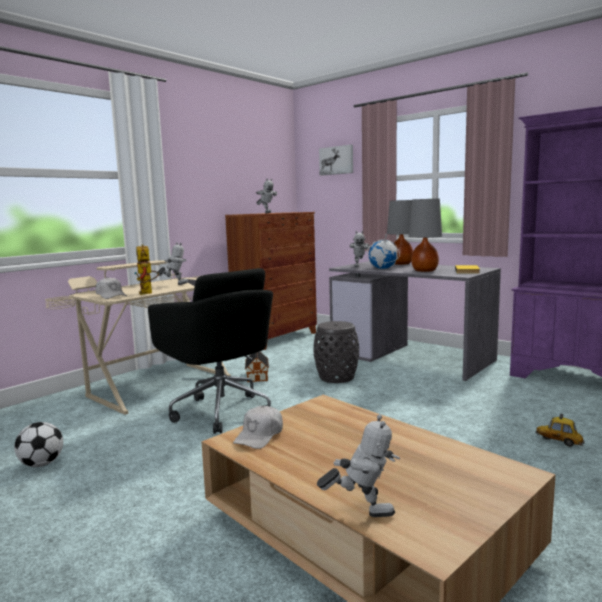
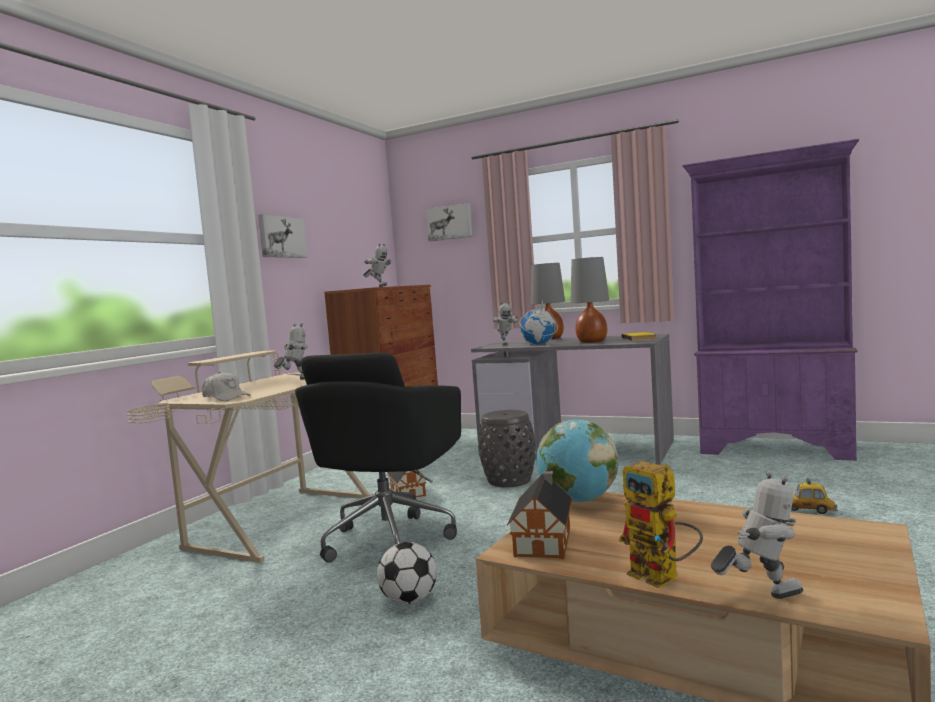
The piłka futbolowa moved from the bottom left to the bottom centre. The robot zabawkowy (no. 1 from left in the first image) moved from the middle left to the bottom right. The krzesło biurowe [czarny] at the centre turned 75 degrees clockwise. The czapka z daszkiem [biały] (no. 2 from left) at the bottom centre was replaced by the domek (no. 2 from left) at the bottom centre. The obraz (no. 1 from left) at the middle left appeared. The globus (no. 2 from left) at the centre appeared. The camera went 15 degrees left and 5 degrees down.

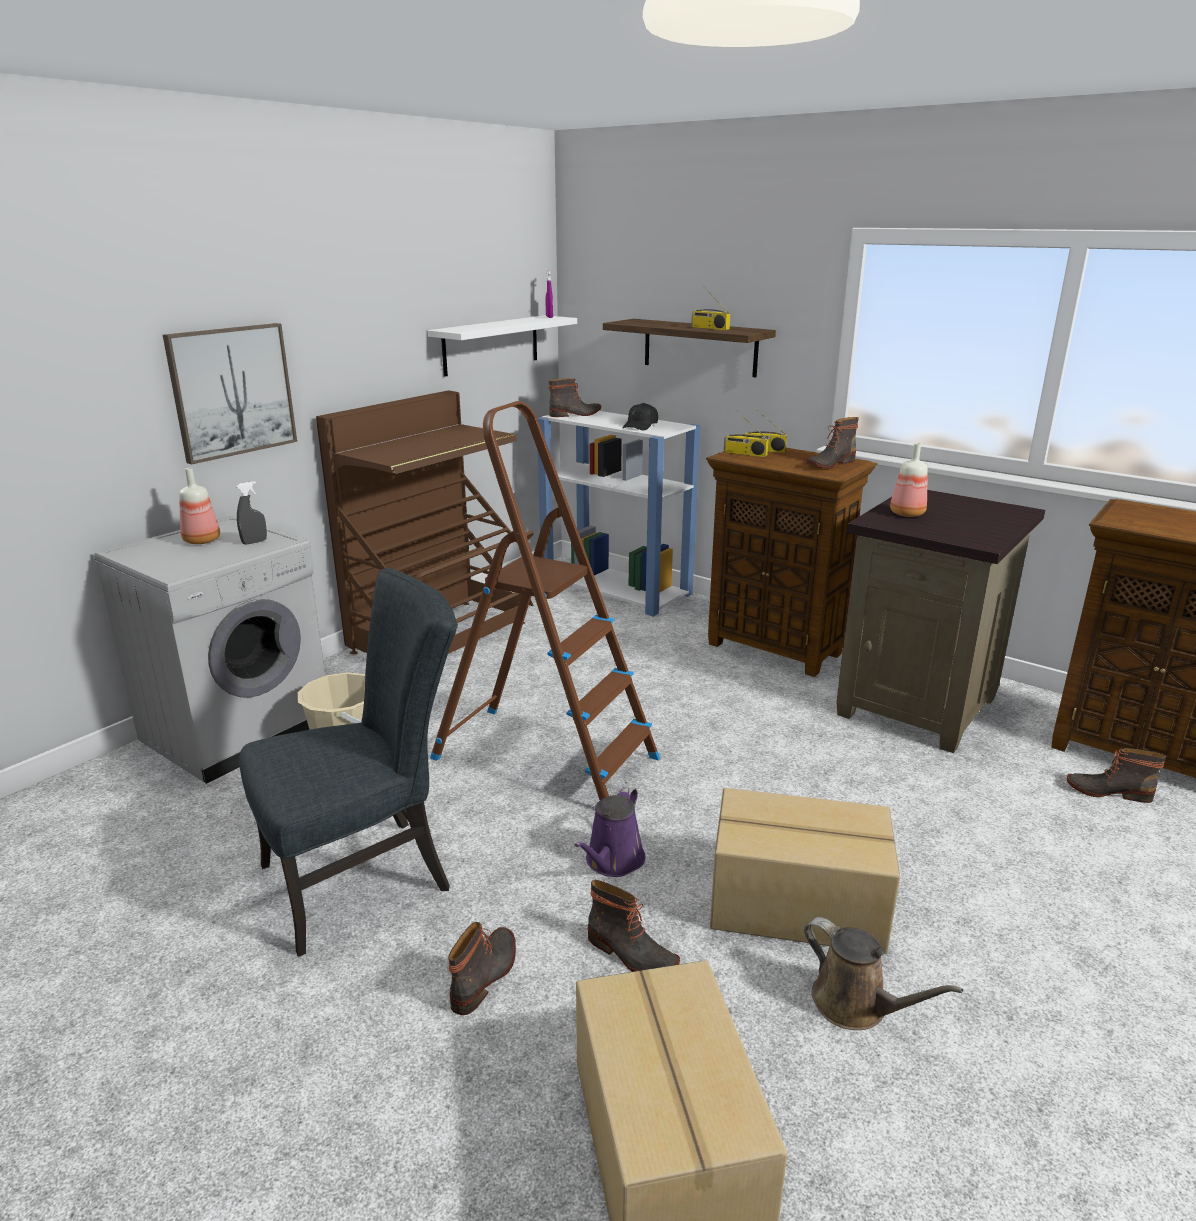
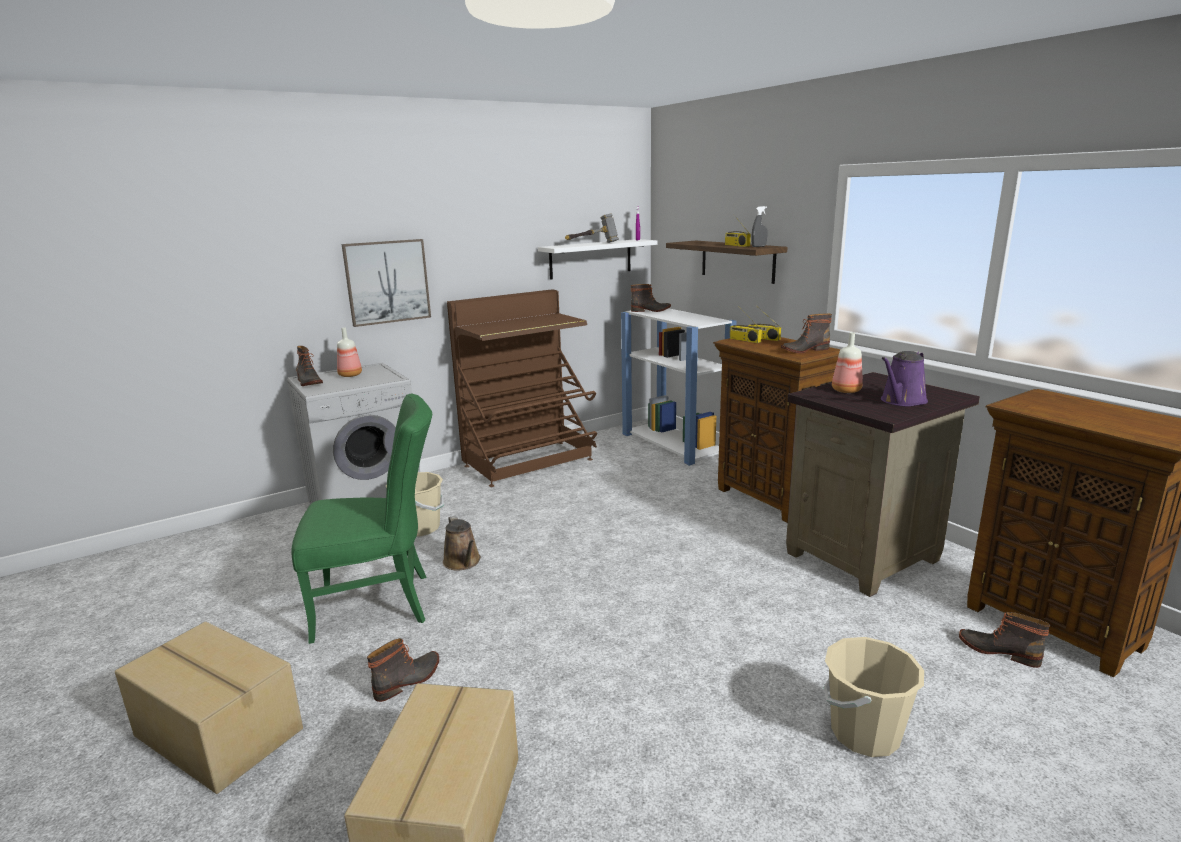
The spryskiwacz [szary] moved from the middle left to the top centre. The krzesło [szary] at the middle left became the krzesło [zielony] at the middle left. The drabinka [brązowy] at the centre disappeared. The konewka [fioletowy] moved from the bottom centre to the middle right. The but z cholewką (no. 3 from left in the first image) moved from the bottom centre to the middle left. The czapka z daszkiem [czarny] at the centre disappeared. The karton (no. 2 from left in the first image) moved from the bottom right to the bottom left. The konewka [brązowy] moved from the bottom right to the centre. The młotek at the top centre appeared. The wiadro [beżowy] (no. 2 from left) at the bottom right appeared. The camera went 20 degrees right and 5 degrees down.

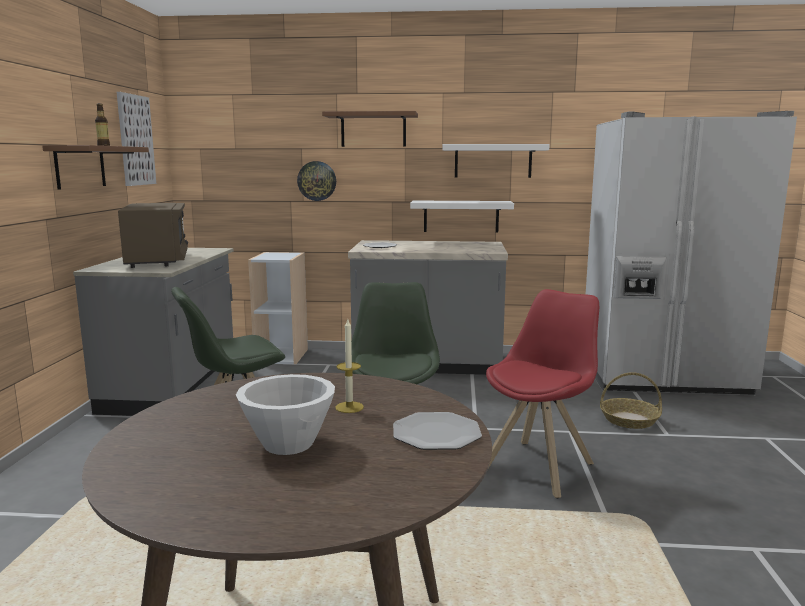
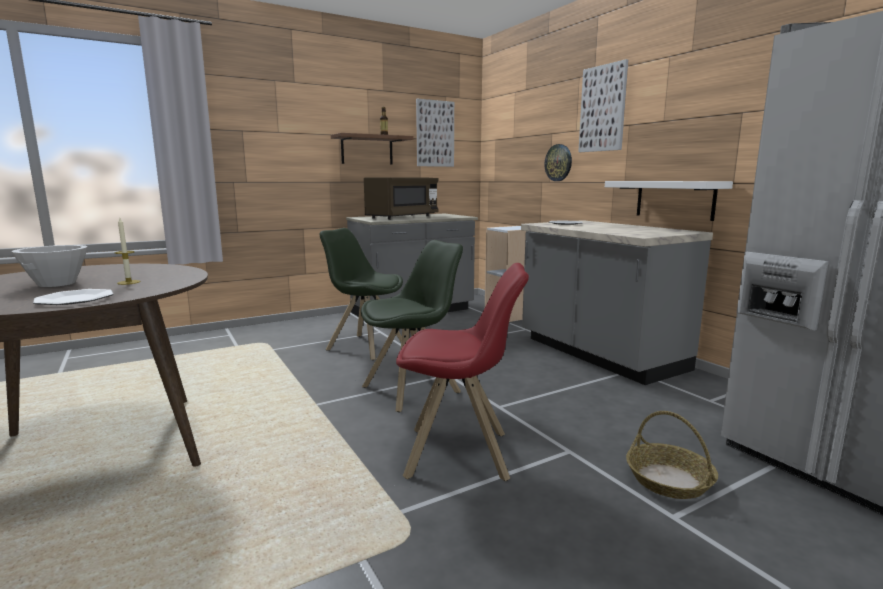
The półka [brązowy] (no. 2 from left) at the top centre was replaced by the obraz (no. 2 from left) at the top right. The półka [biały] (no. 2 from left) at the top centre disappeared. The camera went 55 degrees right and 0 degrees up.

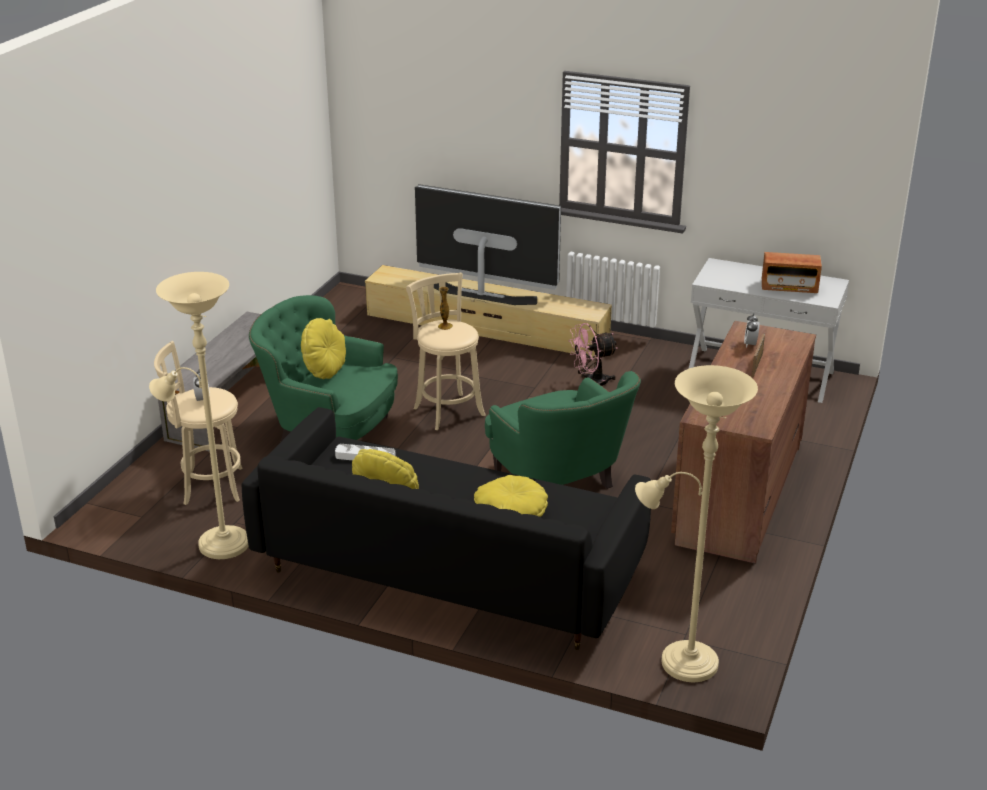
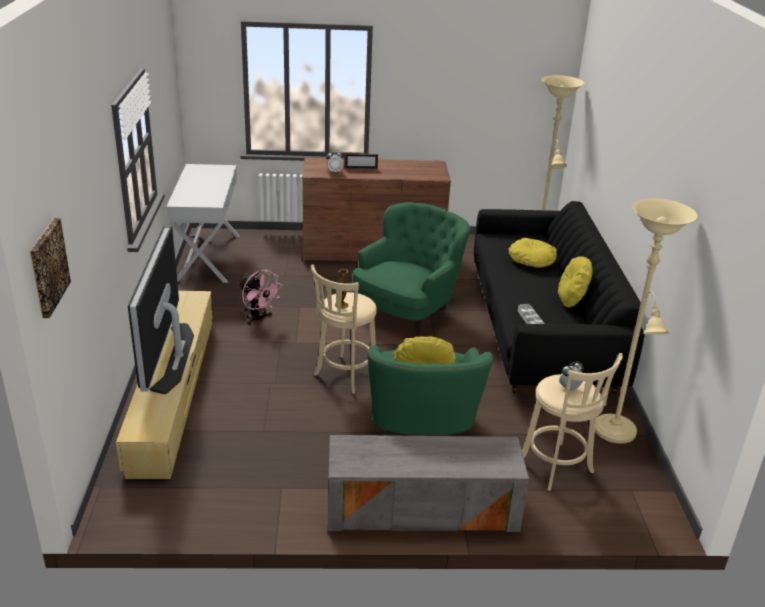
The radio at the middle right disappeared. The obraz at the middle left appeared. The camera went 115 degrees left and 0 degrees up.

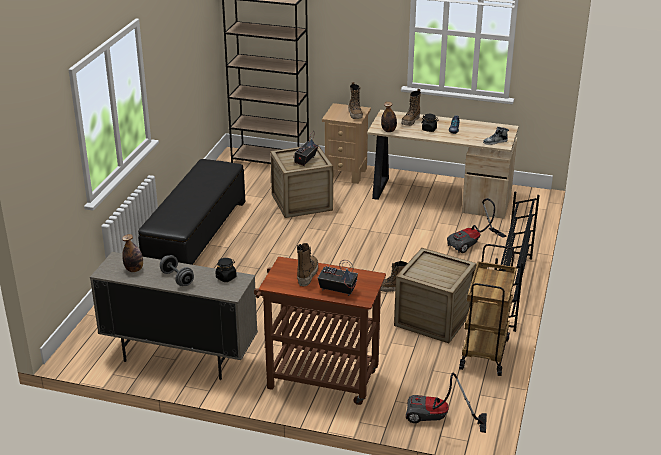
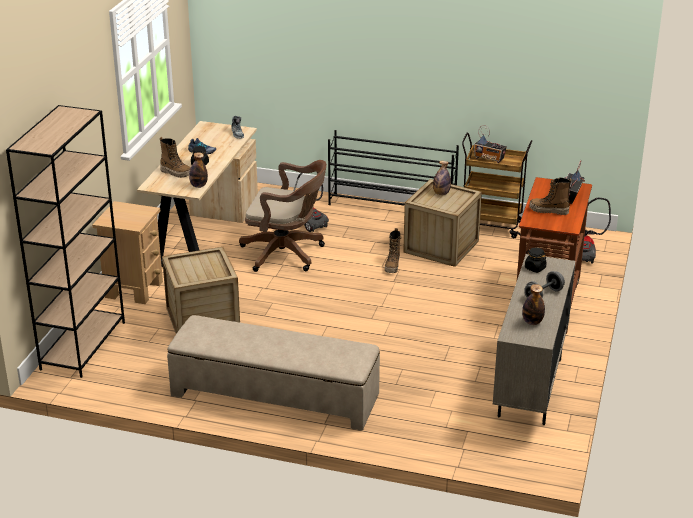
The ławka [czarny] at the middle left became the ławka [beżowy] at the bottom centre. The radio (no. 1 from left) moved from the top centre to the top right. The but z cholewką (no. 2 from left) at the top centre disappeared. The krzesło biurowe [brązowy] at the centre appeared. The butelka (no. 2 from left) at the centre appeared. The camera went 90 degrees left and 0 degrees up.

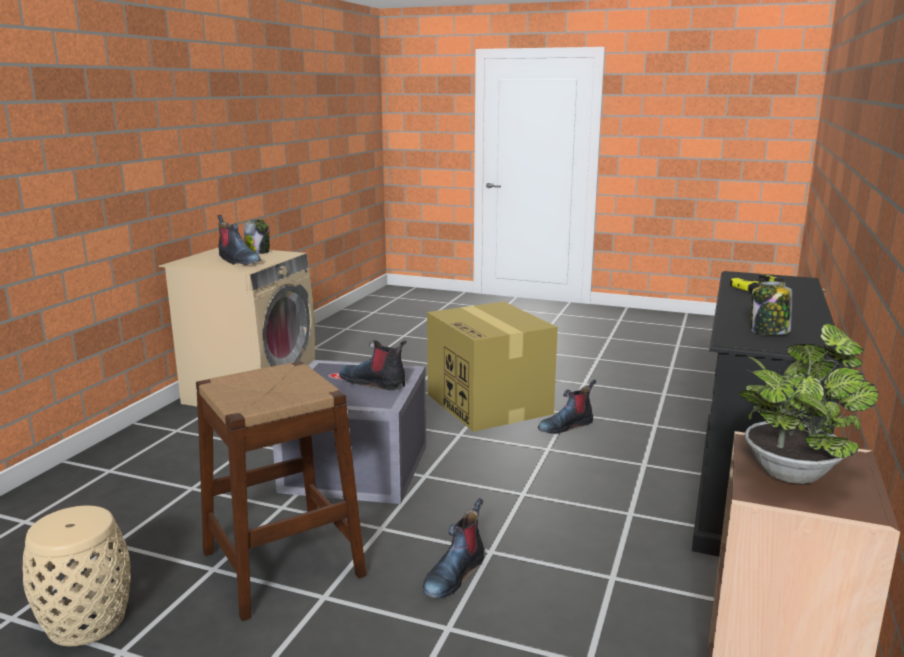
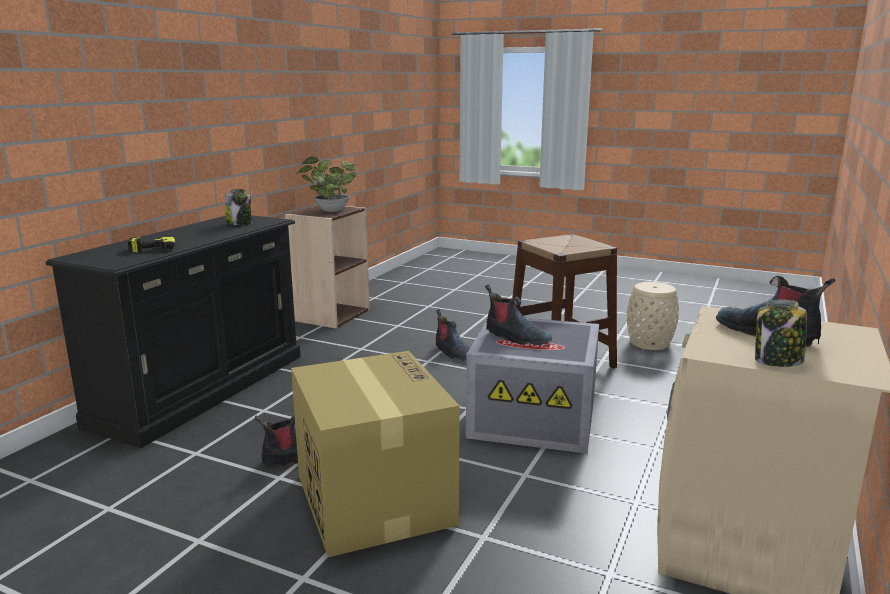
The but z cholewką (no. 3 from left in the first image) at the bottom centre turned 105 degrees clockwise. The camera went 175 degrees left and 0 degrees up.

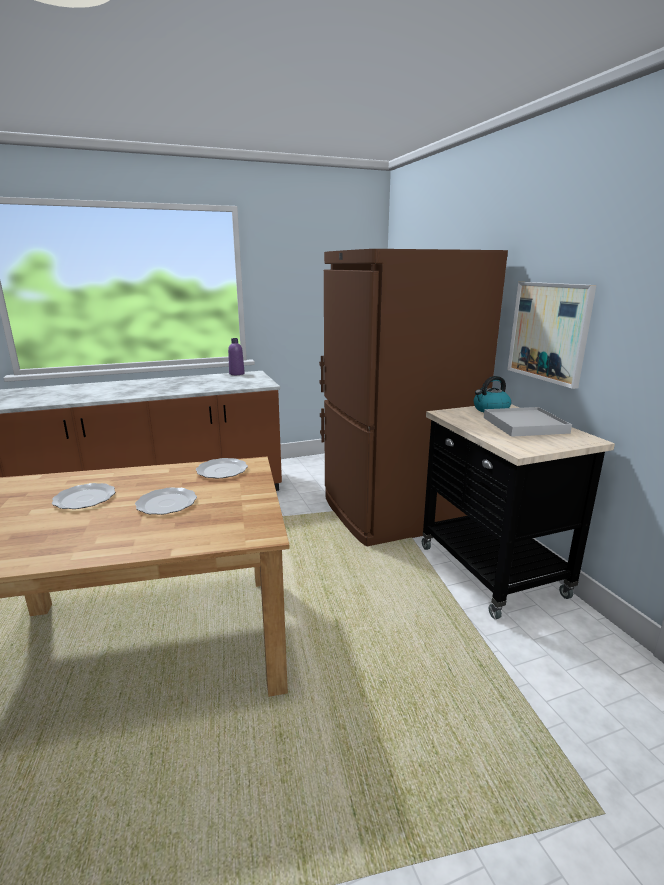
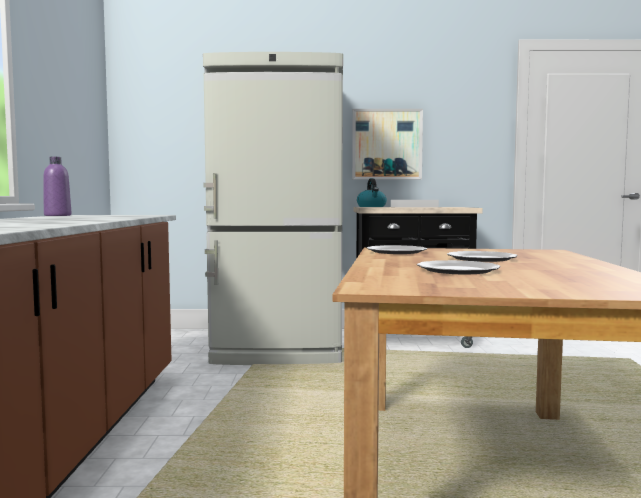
The lodówka [brązowy] at the centre became the lodówka [biały] at the centre. The camera went 70 degrees left and 15 degrees down.

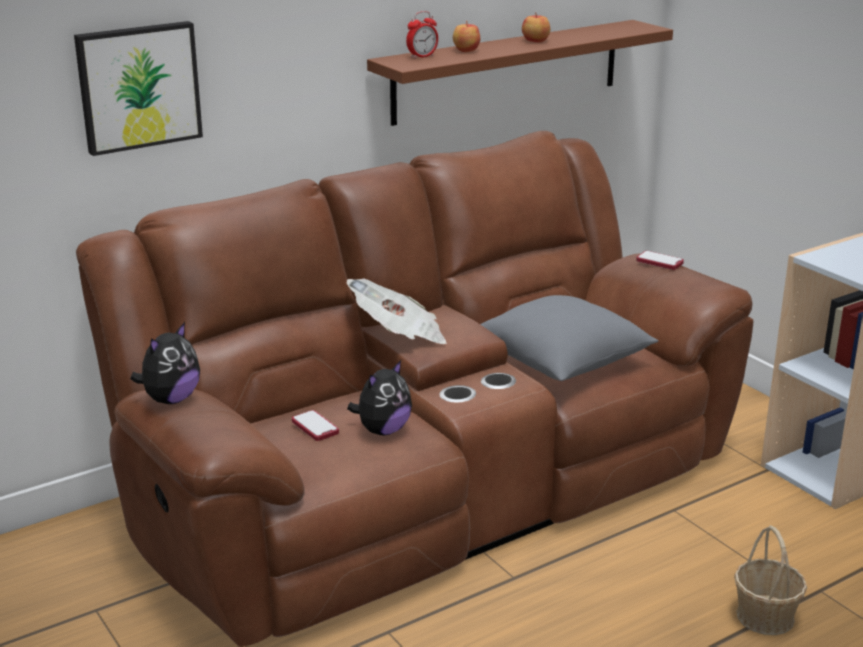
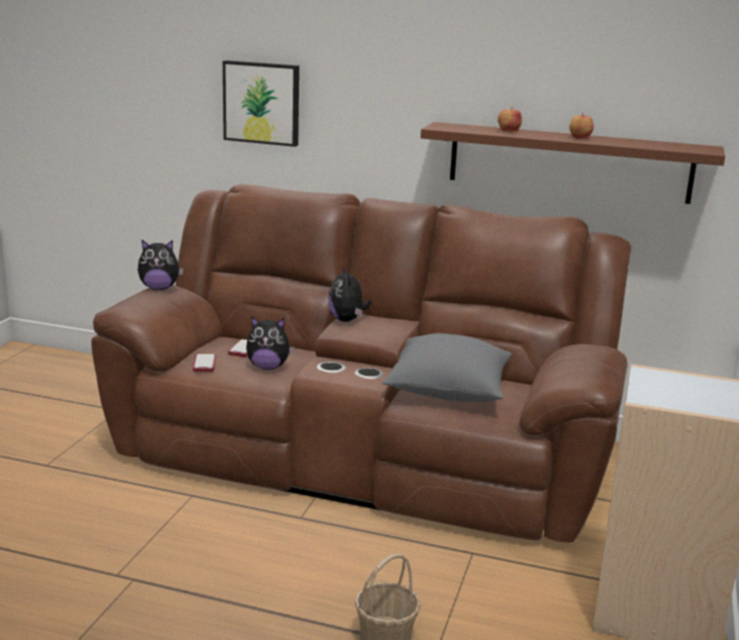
The gazeta at the centre was replaced by the pluszak (no. 3 from left) at the centre. The budzik at the top centre disappeared. The telefon (no. 2 from left in the first image) moved from the middle right to the middle left. The camera went 50 degrees right and 5 degrees down.

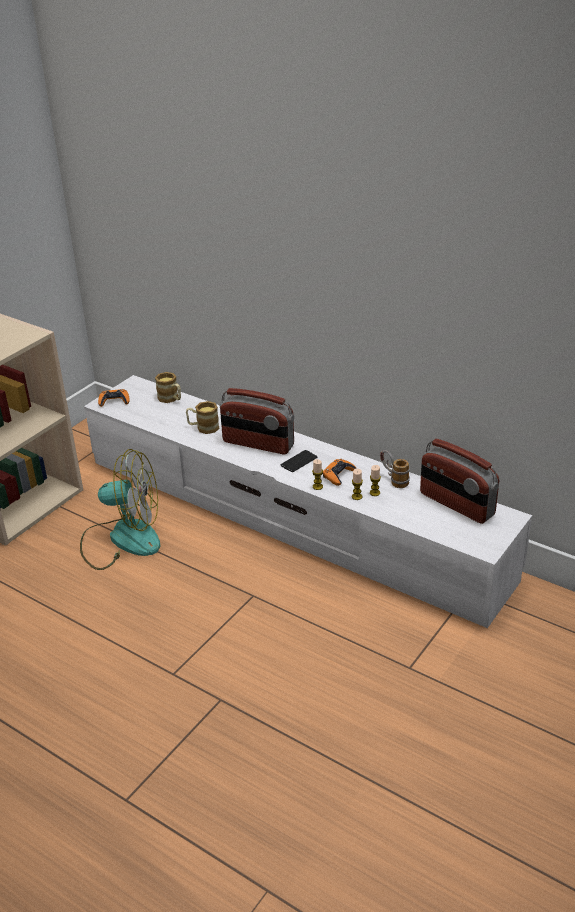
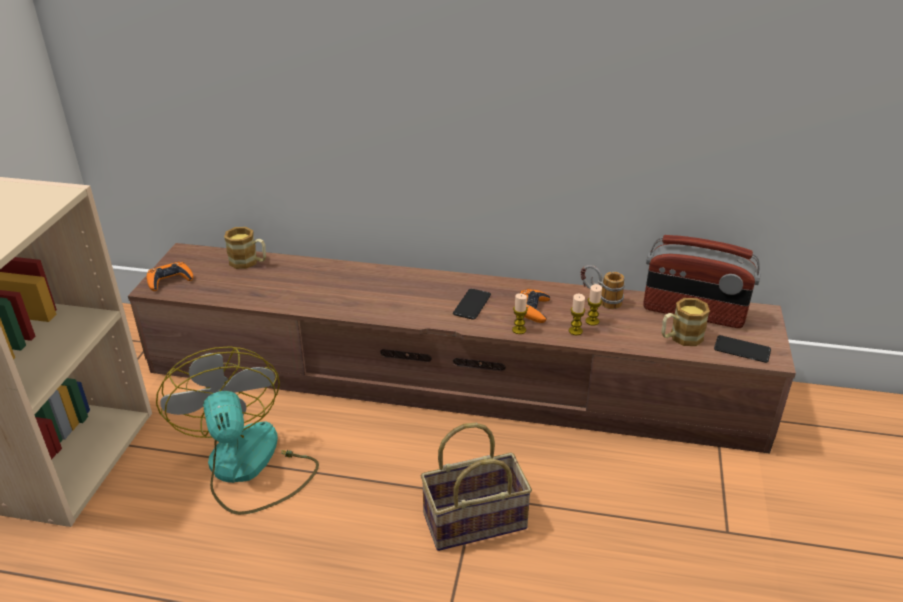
The wentylator at the middle left turned 90 degrees counterclockwise. The szafka pod telewizor [biały] at the centre became the szafka pod telewizor [brązowy] at the centre. The kubek (no. 2 from left in the first image) moved from the centre to the middle right. The radio (no. 1 from left) at the centre disappeared. The koszyk at the bottom centre appeared. The telefon (no. 2 from left) at the middle right appeared. The camera went 25 degrees left and 0 degrees up.

